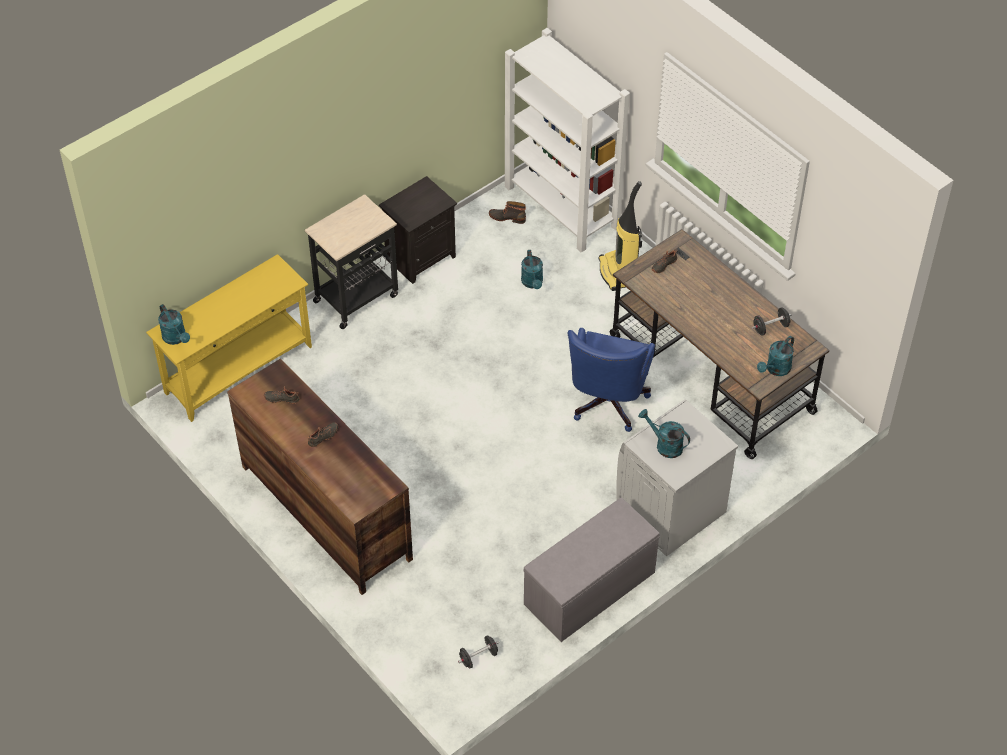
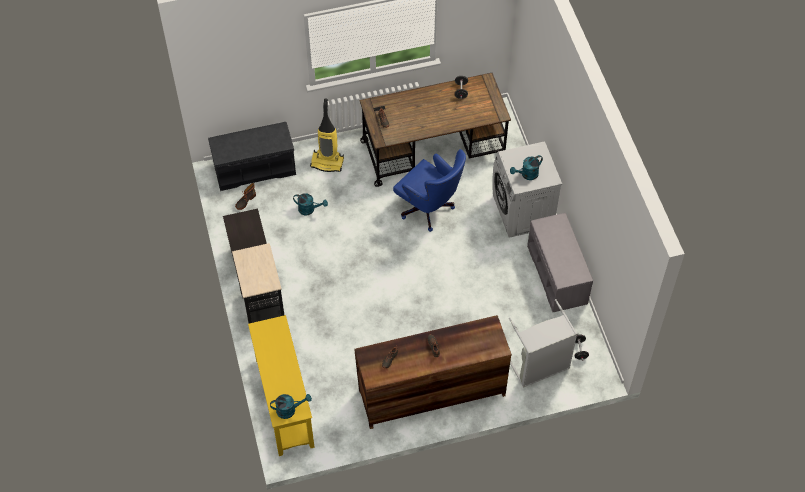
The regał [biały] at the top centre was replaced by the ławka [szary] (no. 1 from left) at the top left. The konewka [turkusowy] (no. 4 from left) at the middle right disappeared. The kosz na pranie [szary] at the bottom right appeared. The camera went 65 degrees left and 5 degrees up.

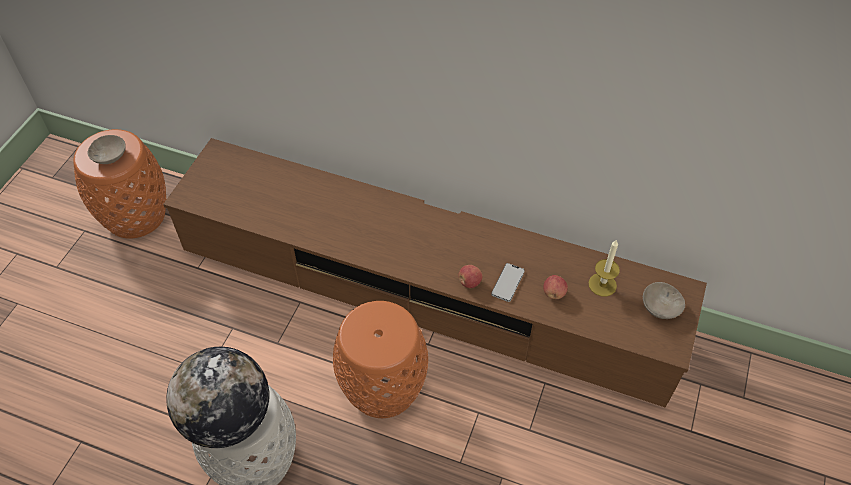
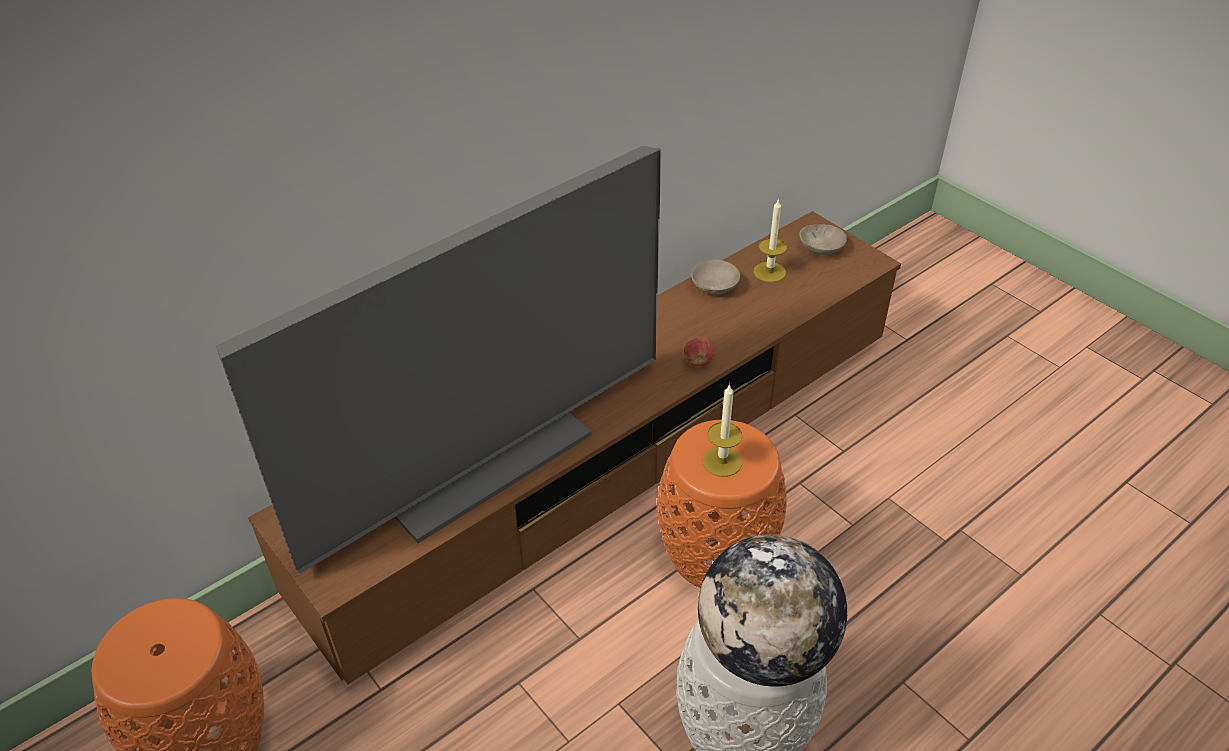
The miska [beżowy] (no. 1 from left) moved from the top left to the centre. The telefon at the centre disappeared. The jabłko (no. 2 from left) at the centre disappeared. The telewizor at the centre appeared. The świeca (no. 1 from left) at the centre appeared. The camera went 60 degrees left and 10 degrees down.

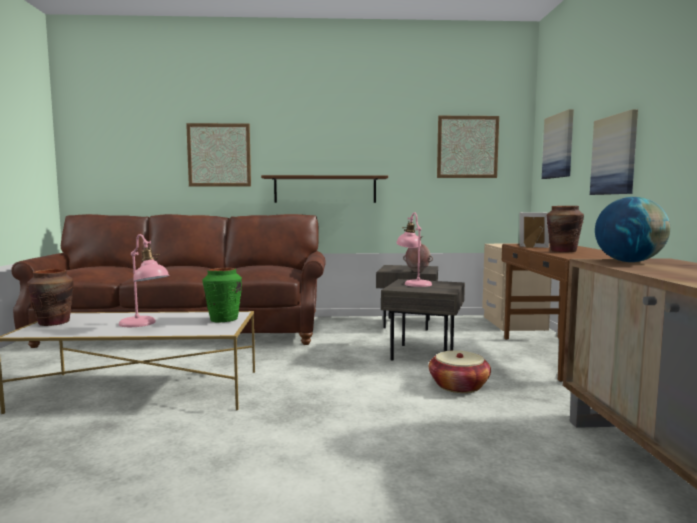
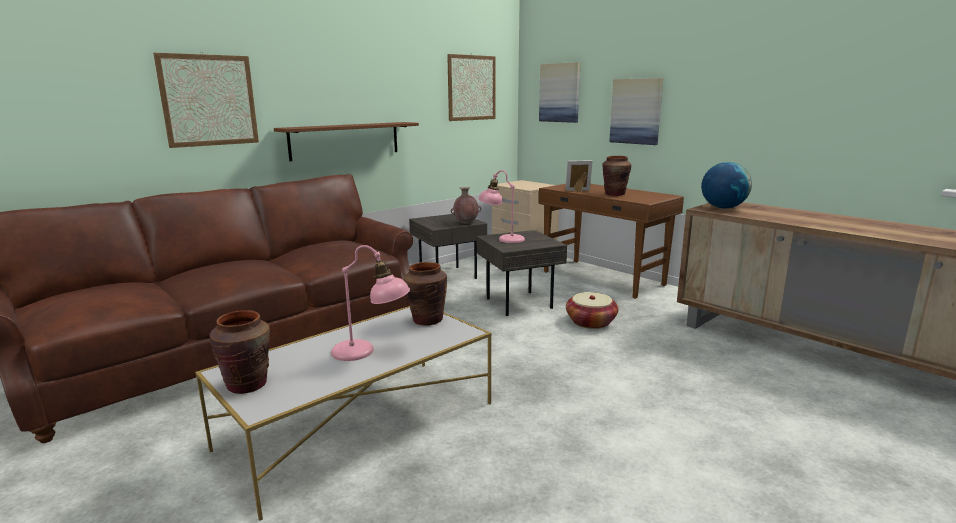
The wazon [zielony] at the middle left became the wazon [brązowy] (no. 2 from left) at the centre. The camera went 40 degrees left and 10 degrees up.

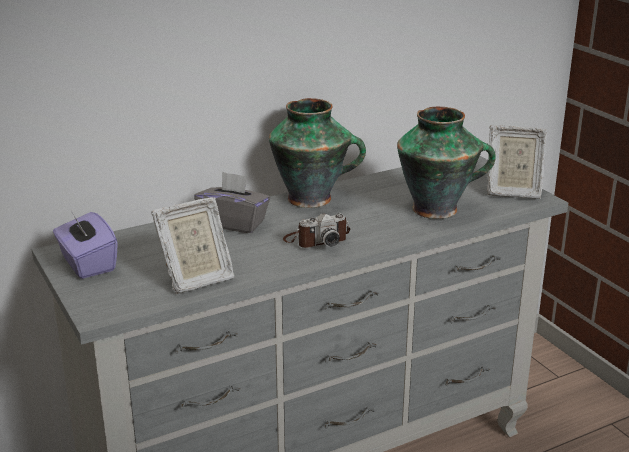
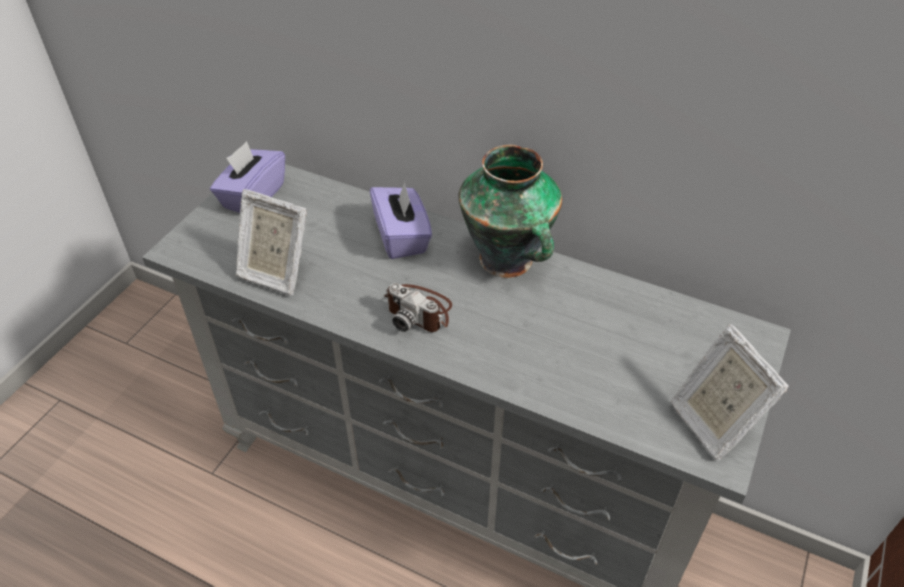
The pudełko chusteczek [szary] at the centre became the pudełko chusteczek [fioletowy] (no. 2 from left) at the centre. The wazon (no. 2 from left) at the middle right disappeared. The camera went 55 degrees right and 20 degrees up.

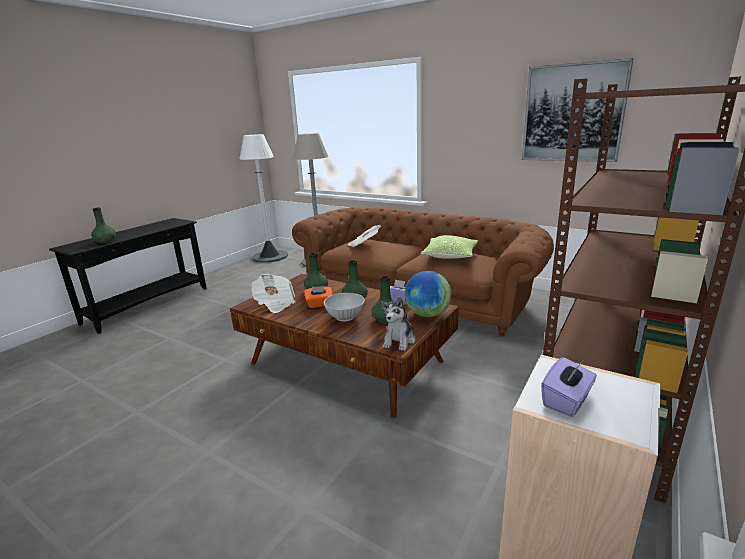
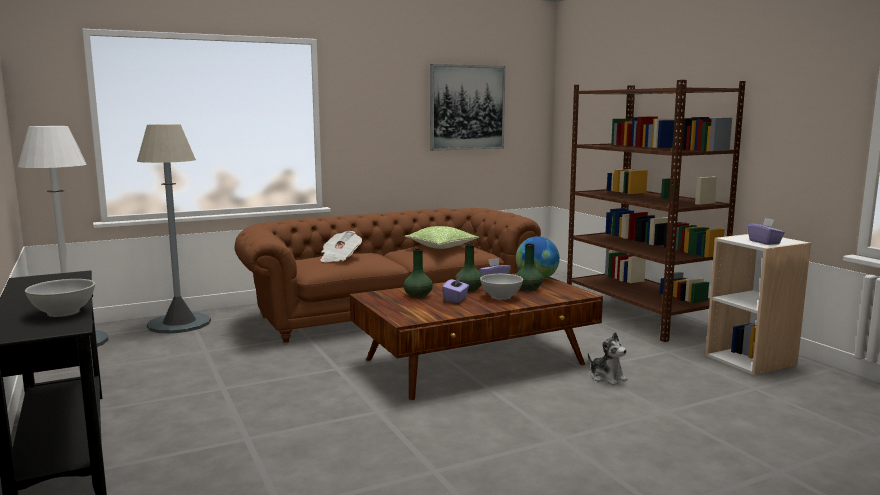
The wazon [zielony] (no. 1 from left) at the middle left was replaced by the miska [biały] (no. 1 from left) at the middle left. The gazeta (no. 1 from left) at the centre disappeared. The pudełko chusteczek [pomarańczowy] at the centre became the pudełko chusteczek [fioletowy] (no. 1 from left) at the centre. The pluszak moved from the centre to the bottom right. The camera went 60 degrees left and 10 degrees down.

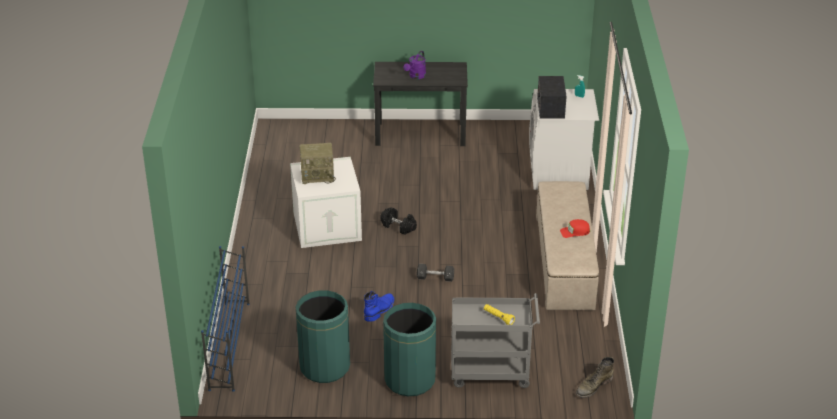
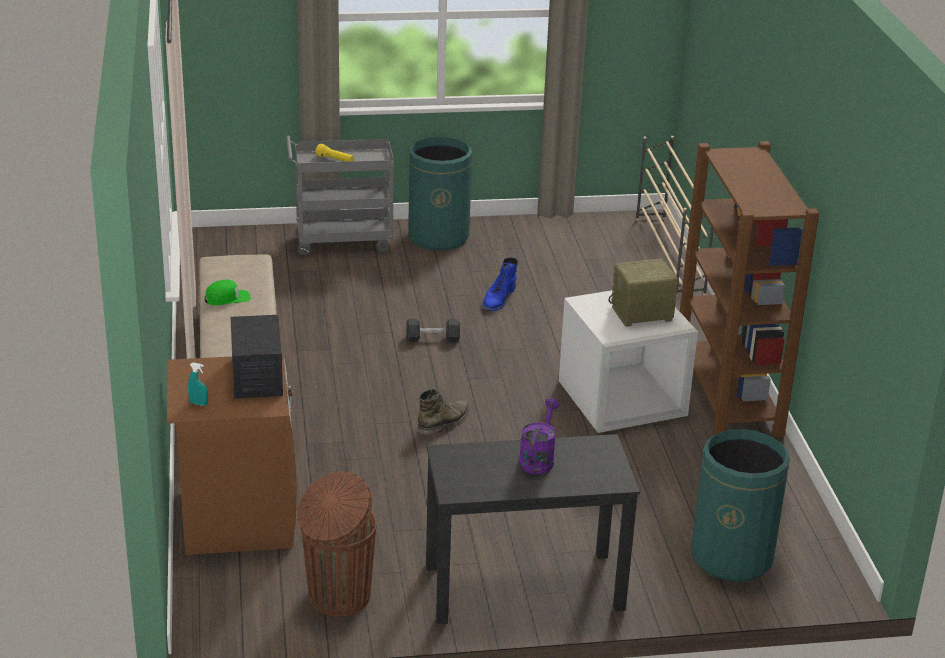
The regał na buty [niebieski] at the bottom left became the regał na buty [beżowy] at the top right. The kosz na śmieci [zielony] (no. 1 from left in the first image) moved from the bottom centre to the bottom right. The hantel [czarny] (no. 1 from left) at the centre disappeared. The pralka [biały] at the top right became the pralka [brązowy] at the bottom left. The czapka z daszkiem [czerwony] at the middle right became the czapka z daszkiem [zielony] at the middle left. The but z cholewką [zielony] moved from the bottom right to the centre. The kosz na śmieci [brązowy] at the bottom centre appeared. The regał [brązowy] at the middle right appeared. The camera went 170 degrees right and 5 degrees down.

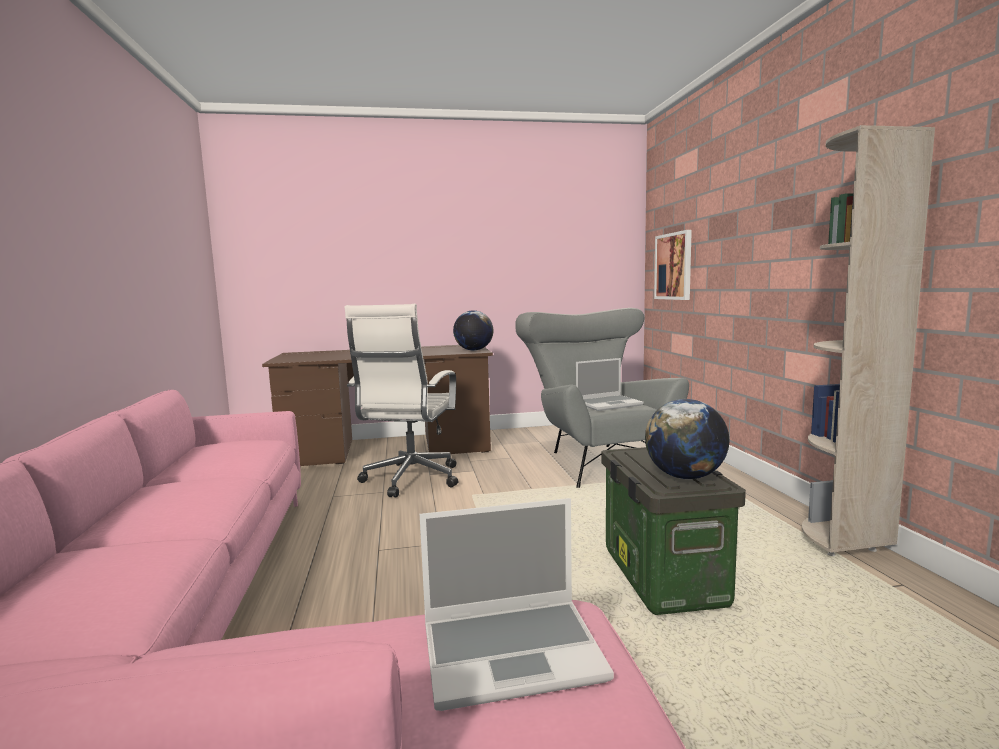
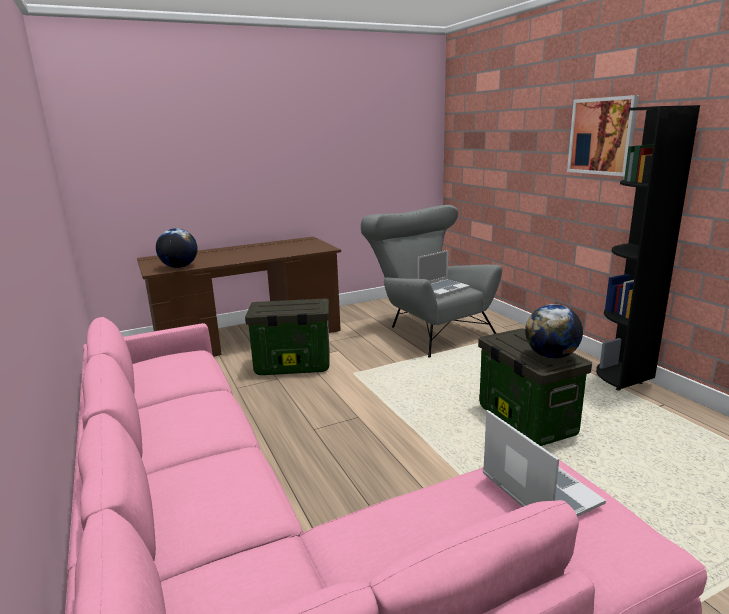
The krzesło biurowe [biały] at the centre was replaced by the pojemnik do przechowywania (no. 1 from left) at the centre. The laptop (no. 1 from left in the first image) at the bottom centre turned 90 degrees counterclockwise. The globus (no. 1 from left) moved from the centre to the middle left. The obraz moved from the middle right to the top right. The regał [beżowy] at the middle right became the regał [czarny] at the middle right. The camera went 15 degrees left and 10 degrees up.

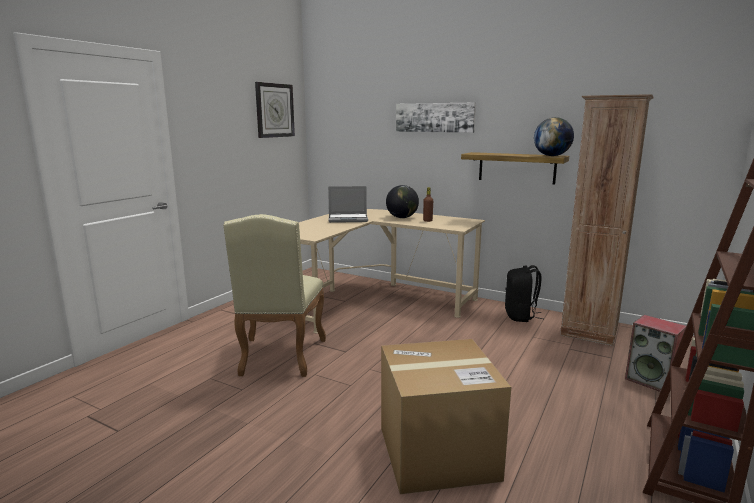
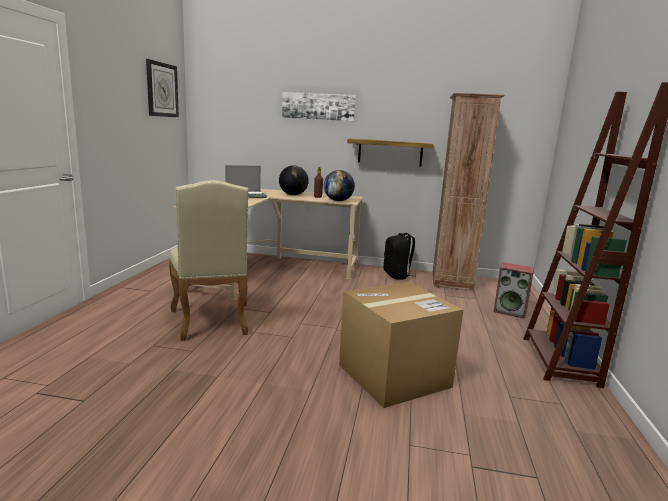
The globus (no. 2 from left) moved from the top right to the centre. The camera went 20 degrees left and 0 degrees up.

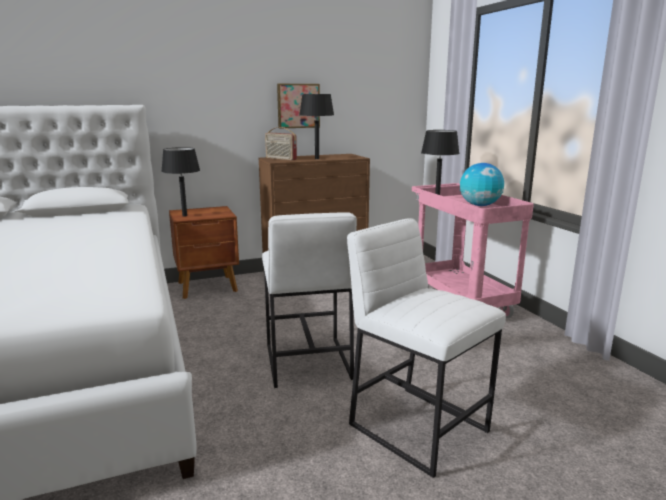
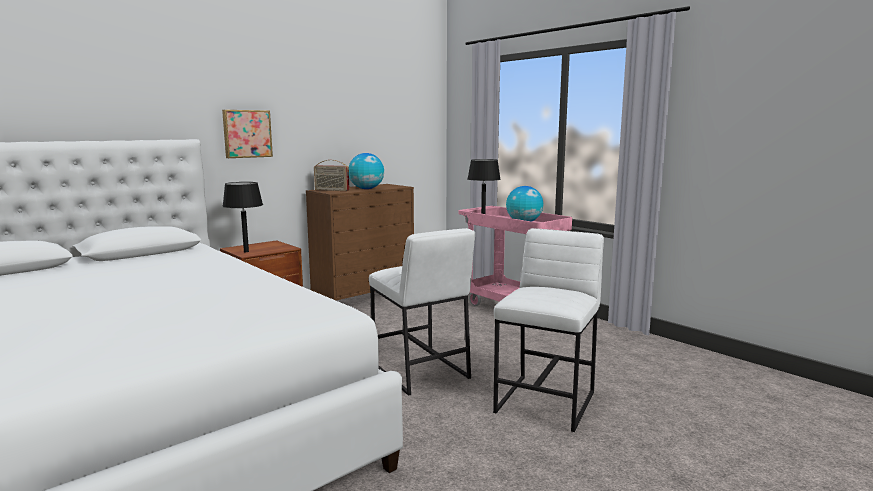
The obraz moved from the top centre to the top left. The lampa stołowa [czarny] (no. 2 from left) at the top centre was replaced by the globus (no. 1 from left) at the centre. The krzesło [biały] (no. 2 from left) at the bottom centre turned 90 degrees clockwise. The camera went 20 degrees left and 5 degrees down.

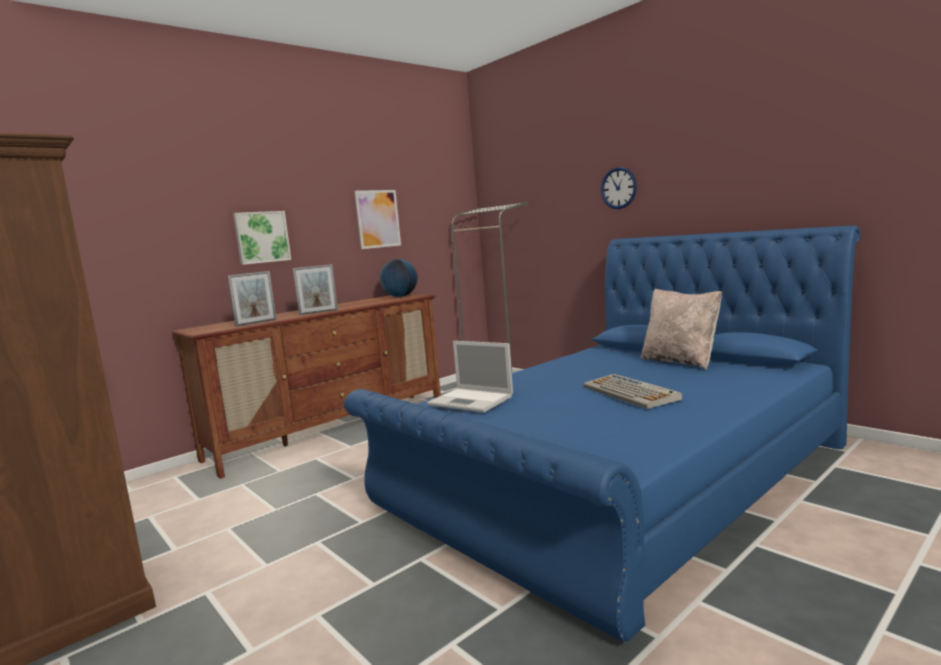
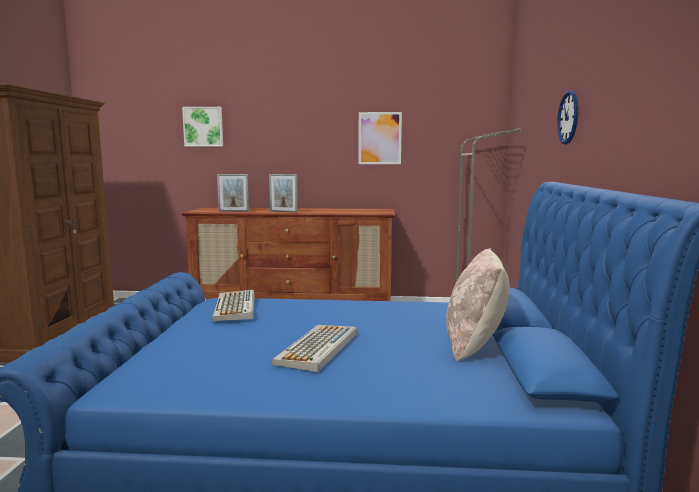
The obraz (no. 1 from left) moved from the middle left to the top left. The globus at the centre disappeared. The laptop at the centre was replaced by the klawiatura (no. 1 from left) at the centre. The camera went 45 degrees right and 0 degrees up.

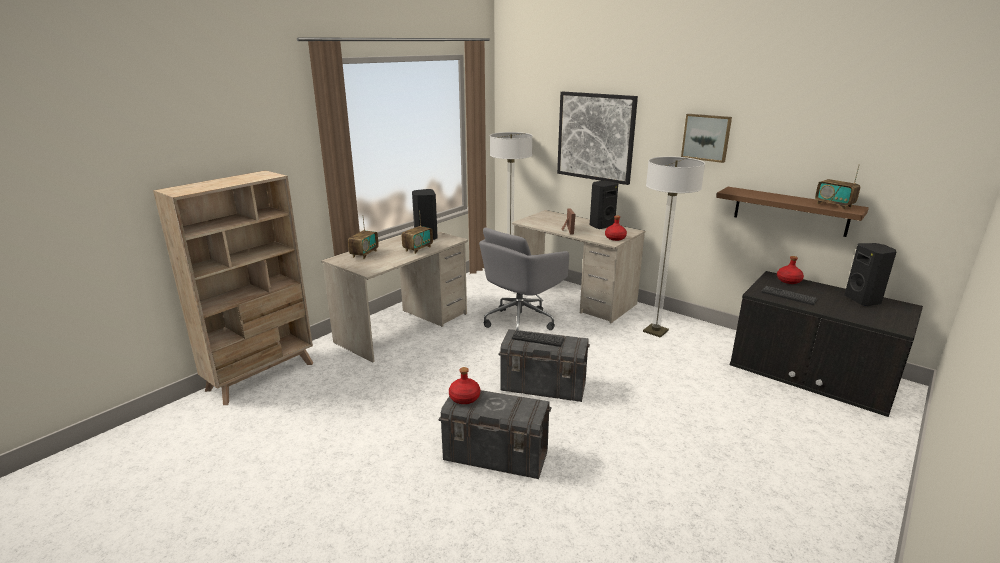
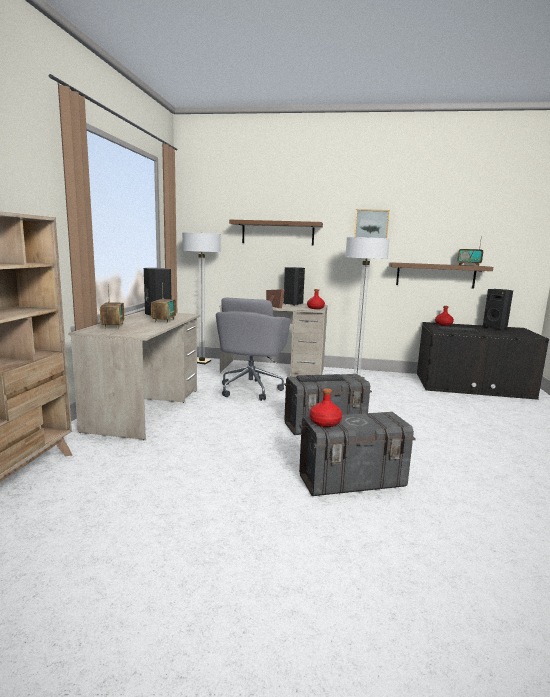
The obraz (no. 1 from left) at the top centre was replaced by the półka [brązowy] (no. 1 from left) at the top centre. The camera went 30 degrees left and 10 degrees down.

